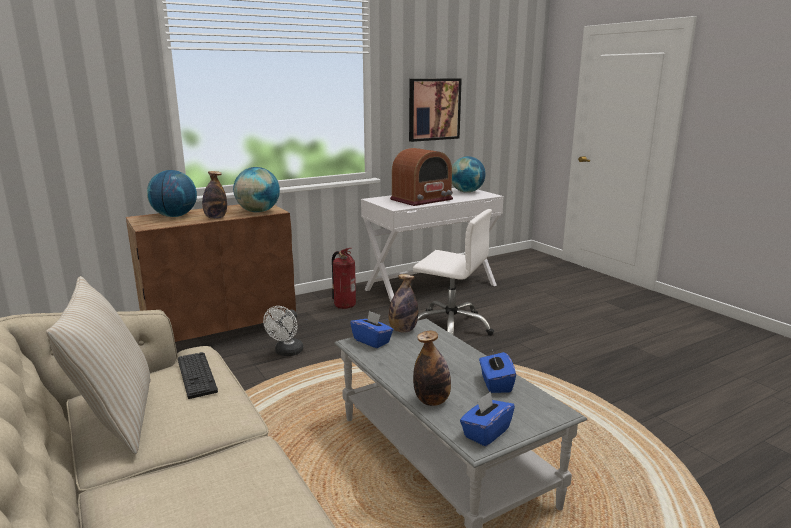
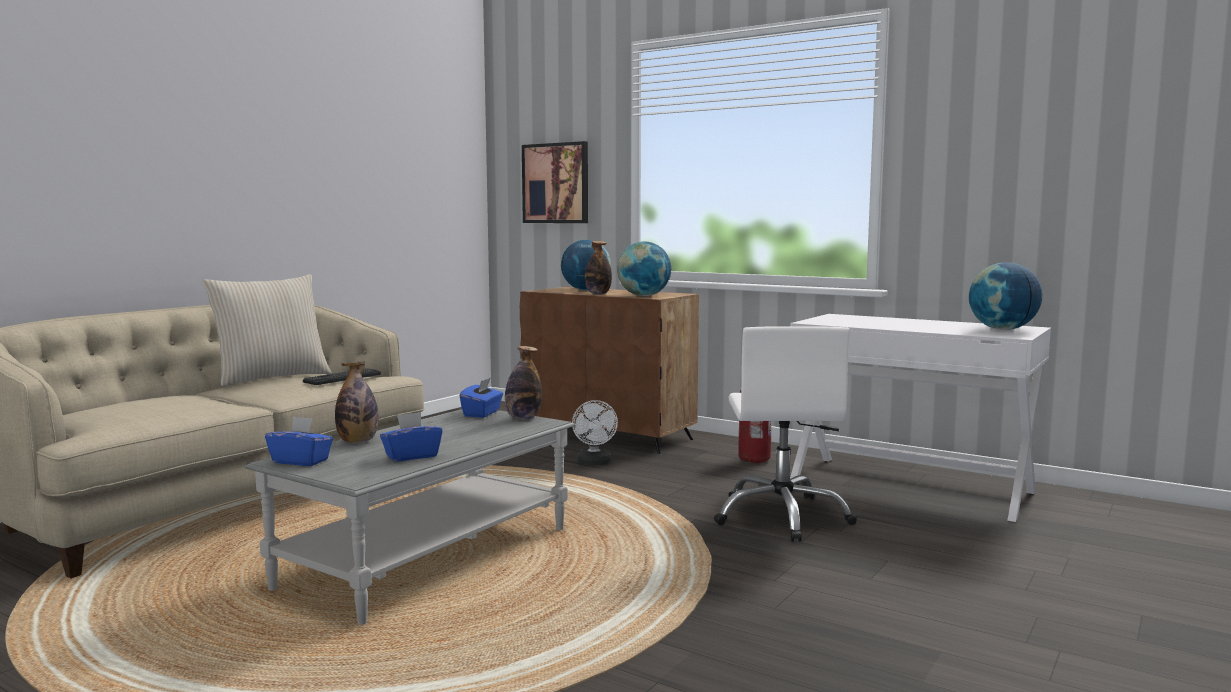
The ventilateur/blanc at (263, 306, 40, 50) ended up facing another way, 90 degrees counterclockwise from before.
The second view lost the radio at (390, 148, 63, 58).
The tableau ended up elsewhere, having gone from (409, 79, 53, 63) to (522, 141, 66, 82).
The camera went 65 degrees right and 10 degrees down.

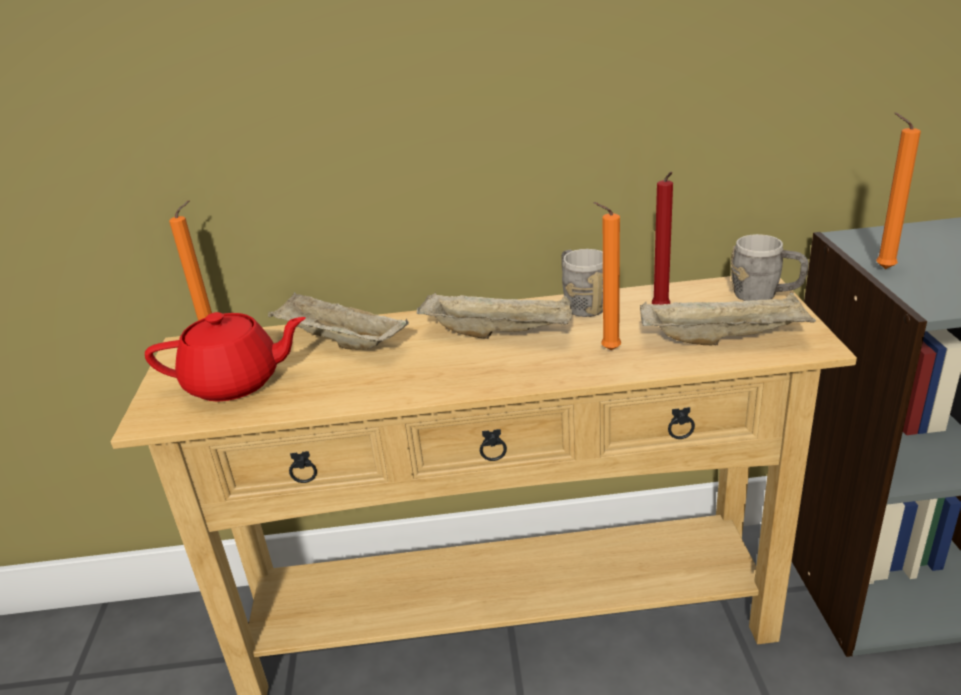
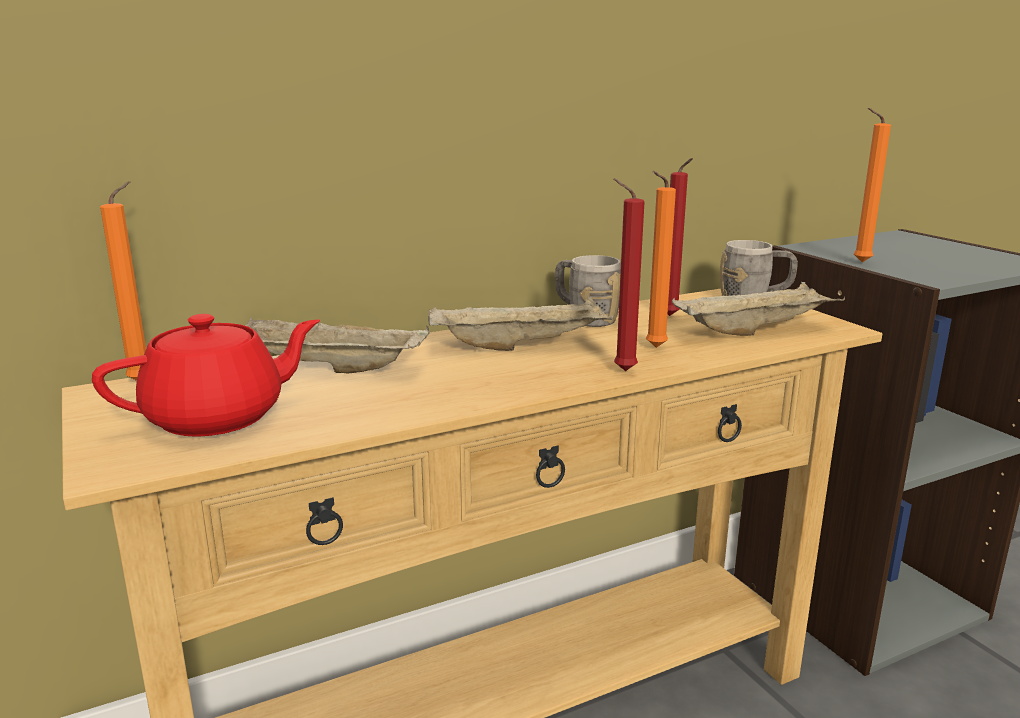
The second view gained the bougie/rouge at (614, 179, 31, 192).
The camera went 25 degrees left and 10 degrees down.

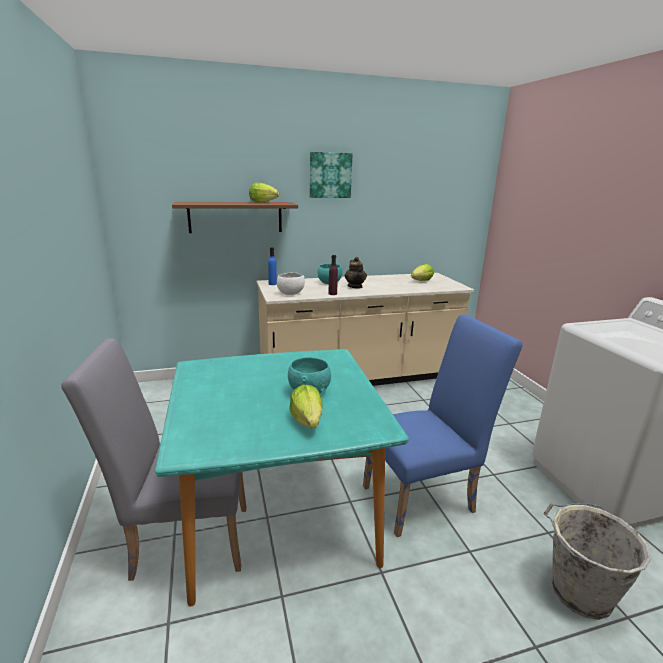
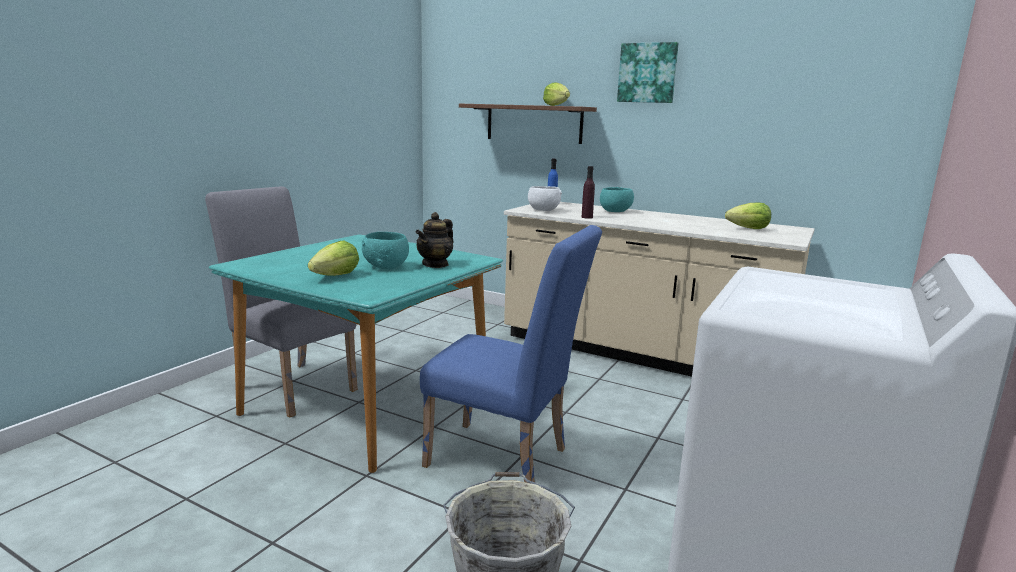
The théière ended up elsewhere, having gone from (345, 257, 22, 32) to (415, 212, 39, 56).
The camera went 45 degrees right and 5 degrees down.

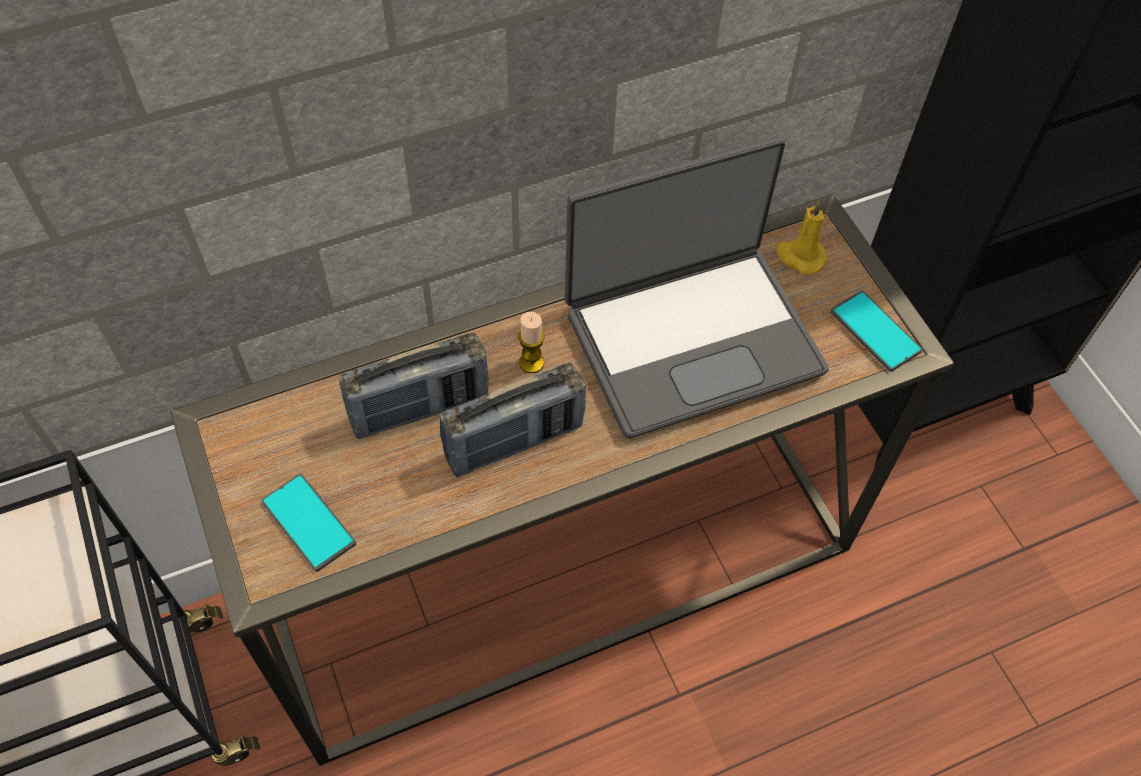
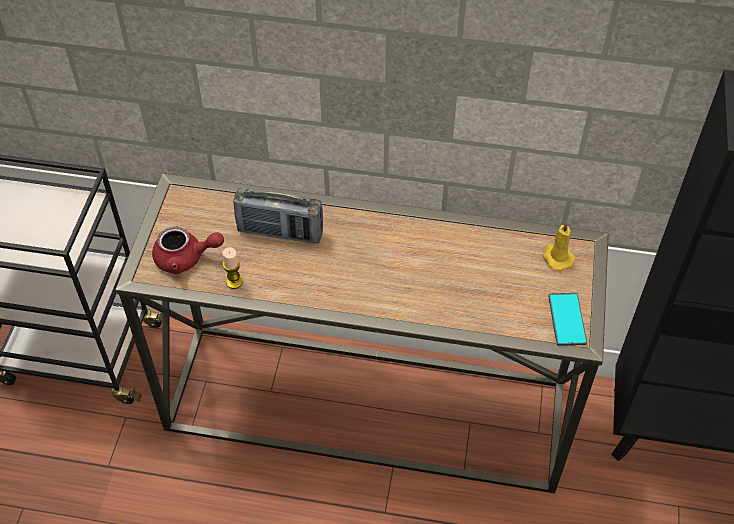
Where the téléphone stood at (261, 474, 95, 98), the théière/rouge came to stand at (152, 226, 72, 48).
The second view lost the radio at (440, 363, 146, 114).
The bougie ended up elsewhere, having gone from (518, 312, 27, 61) to (223, 247, 20, 42).
The second view lost the ordinateur portable at (564, 137, 265, 301).
The camera went 35 degrees right and 5 degrees down.

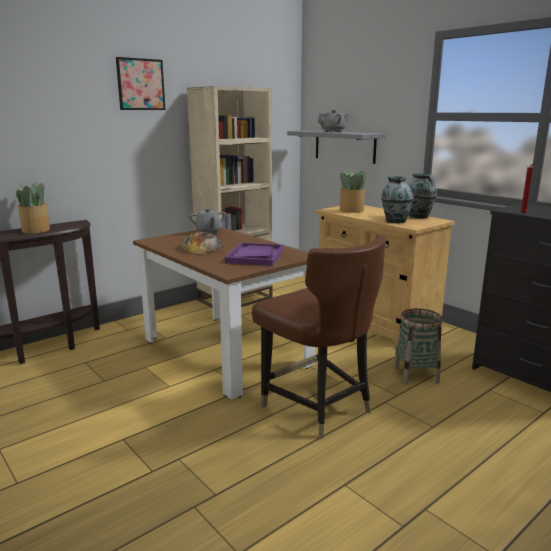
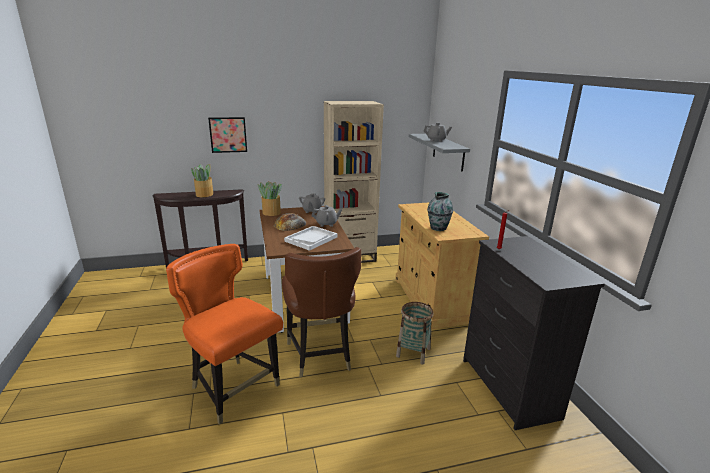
The tableau ended up elsewhere, having gone from (116, 57, 49, 53) to (208, 117, 39, 36).
What was the plateau/violet at (225, 242, 59, 24) turned into the plateau/blanc at (284, 226, 54, 25).
The plante en pot ended up elsewhere, having gone from (339, 170, 28, 43) to (257, 181, 25, 35).
The second view lost the vase at (409, 174, 28, 44).
The second view gained the chaise/orange at (166, 244, 117, 181).
The second view gained the théière/gris at (312, 205, 30, 22).
The camera went 25 degrees right and 5 degrees up.

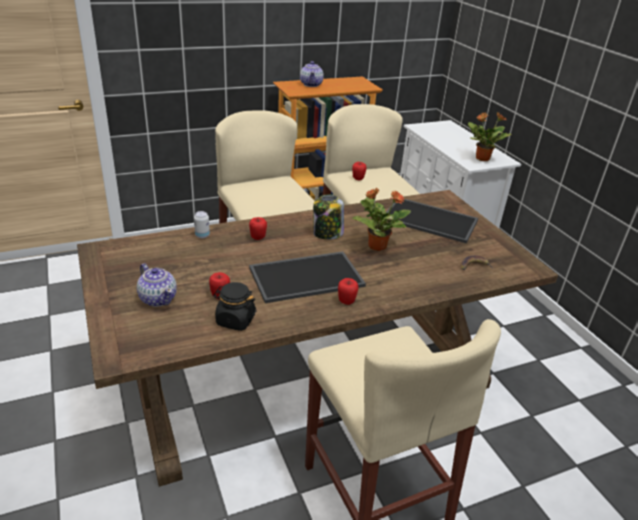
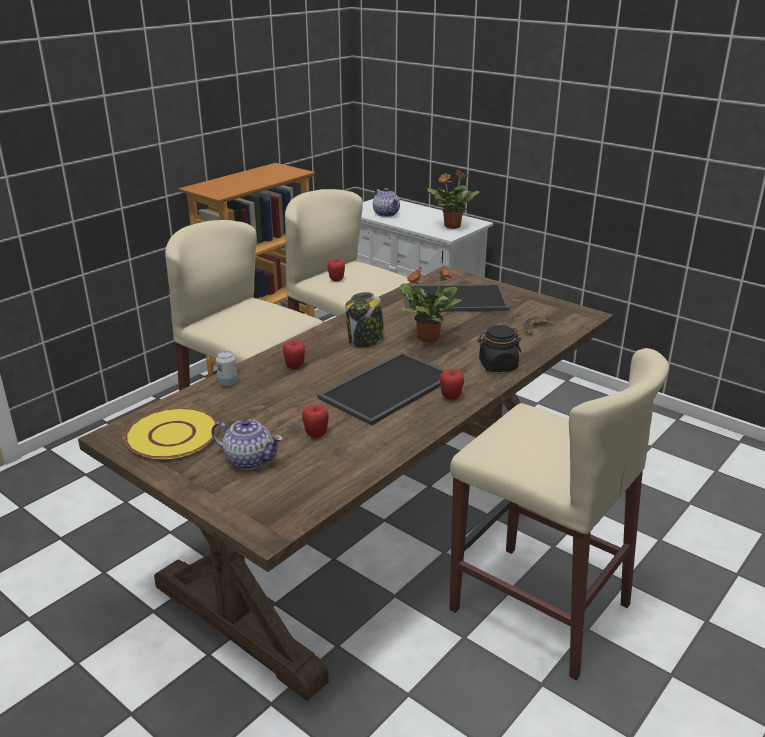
The bocal/noir ended up elsewhere, having gone from (213, 282, 43, 49) to (478, 325, 43, 47).
The théière ended up elsewhere, having gone from (300, 61, 24, 26) to (373, 188, 27, 29).
The second view gained the assiette/jaune at (125, 408, 93, 51).
The camera went 25 degrees left and 5 degrees down.

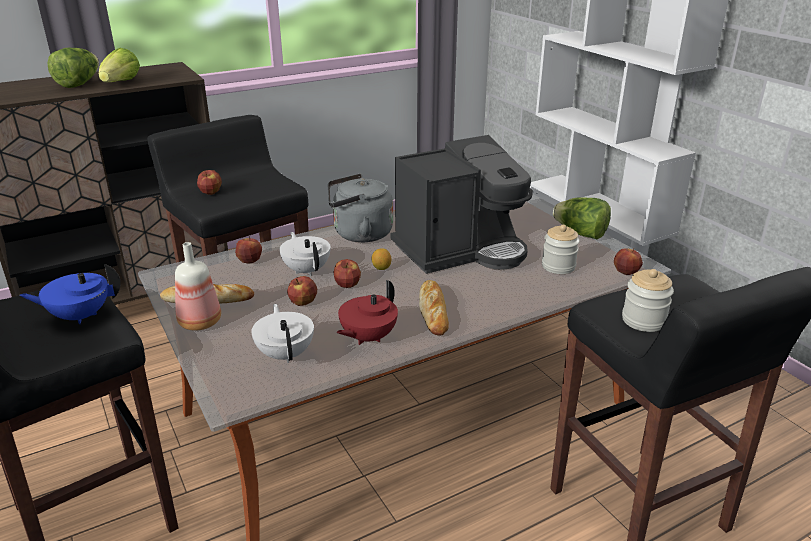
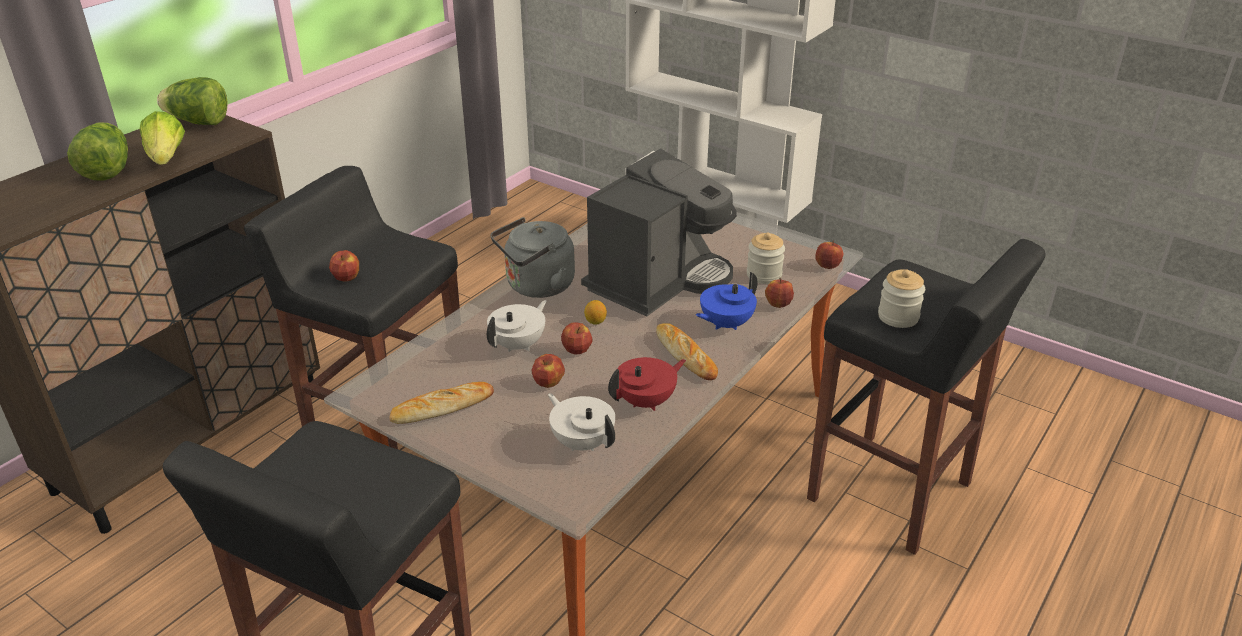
The théière/bleu ended up elsewhere, having gone from (19, 264, 102, 60) to (696, 272, 62, 58).
The second view lost the bouteille at (175, 242, 46, 89).
The pomme ended up elsewhere, having gone from (235, 236, 27, 27) to (765, 278, 29, 30).
The théière/blanc at (279, 232, 52, 44) ended up facing another way, 90 degrees clockwise from before.
The théière/rouge at (337, 280, 61, 65) ended up facing another way, 135 degrees counterclockwise from before.
The laitue ended up elsewhere, having gone from (553, 197, 58, 42) to (157, 77, 71, 48).
The camera went 25 degrees left and 5 degrees up.

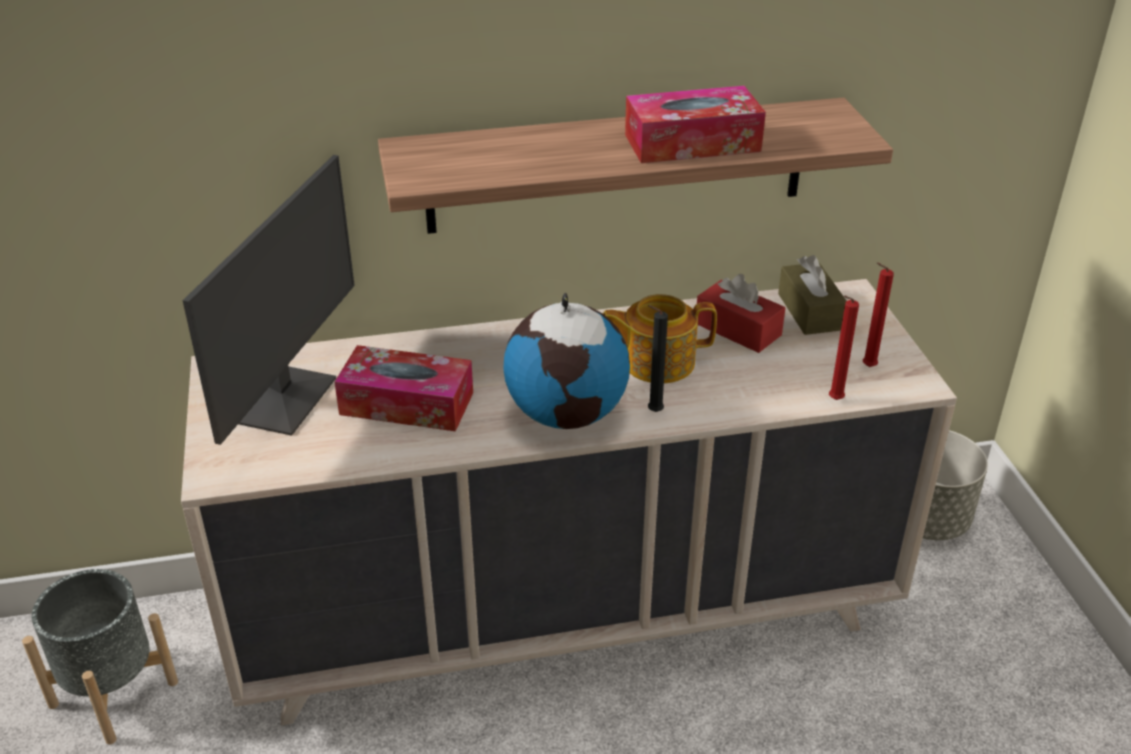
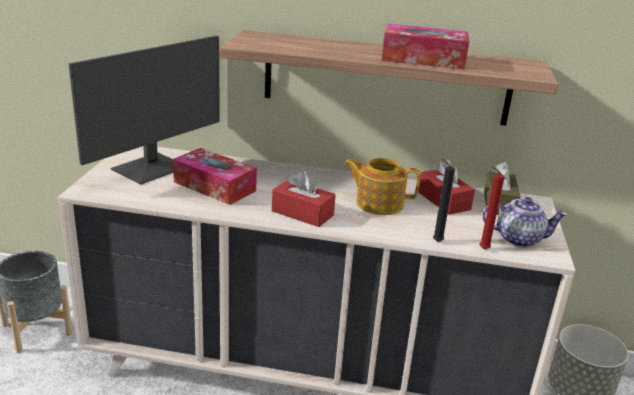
Where the globe stood at (503, 293, 127, 136), the boîte à mouchoirs/rouge came to stand at (272, 171, 64, 56).
The bougie/noir ended up elsewhere, having gone from (648, 305, 20, 107) to (433, 159, 22, 83).
Where the bougie/rouge stood at (863, 263, 31, 104), the théière came to stand at (482, 197, 86, 50).
The camera went 20 degrees right and 10 degrees down.

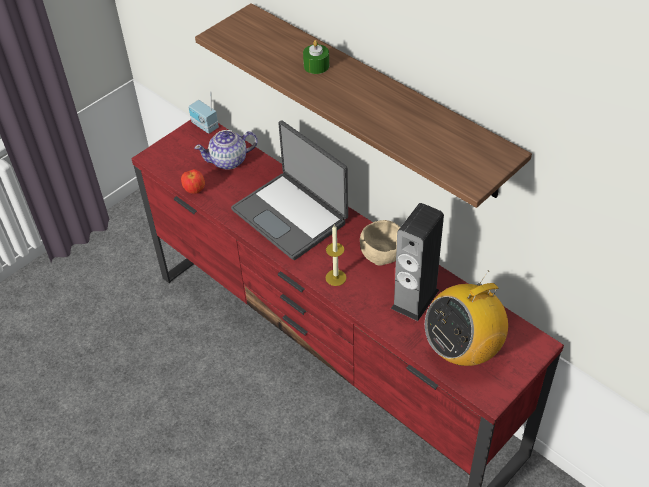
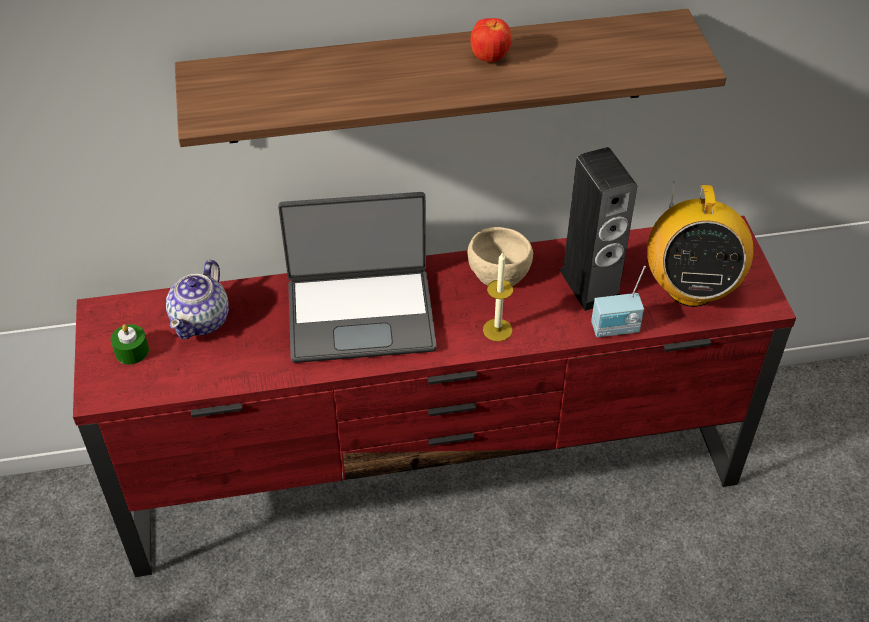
The pomme ended up elsewhere, having gone from (181, 169, 24, 25) to (470, 18, 42, 45).
The radio ended up elsewhere, having gone from (189, 91, 30, 43) to (591, 266, 55, 71).
The bougie/vert ended up elsewhere, having gone from (303, 40, 26, 34) to (111, 324, 38, 40).
The camera went 55 degrees left and 0 degrees up.

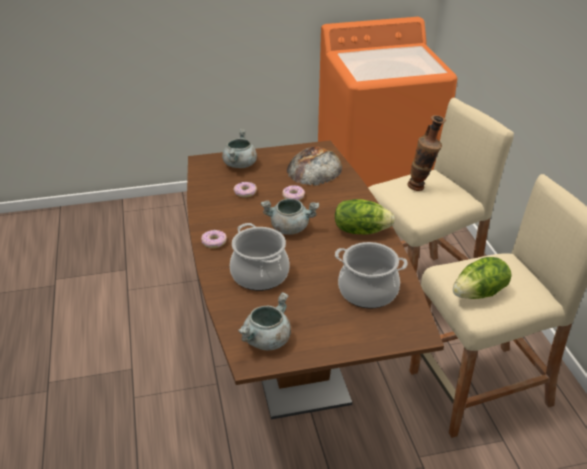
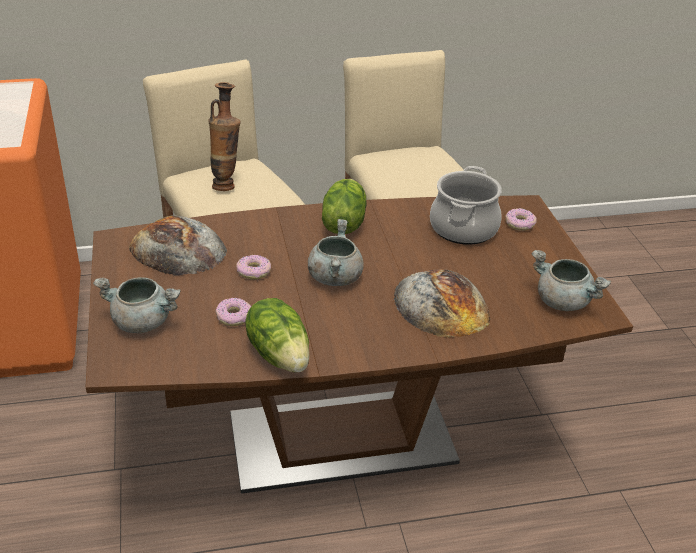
The beignet ended up elsewhere, having gone from (201, 230, 26, 18) to (505, 208, 32, 23).
Where the marmite stood at (230, 223, 59, 68), the pain came to stand at (394, 269, 96, 69).
The laitue ended up elsewhere, having gone from (453, 257, 59, 42) to (245, 298, 65, 74).
The camera went 90 degrees left and 0 degrees up.

